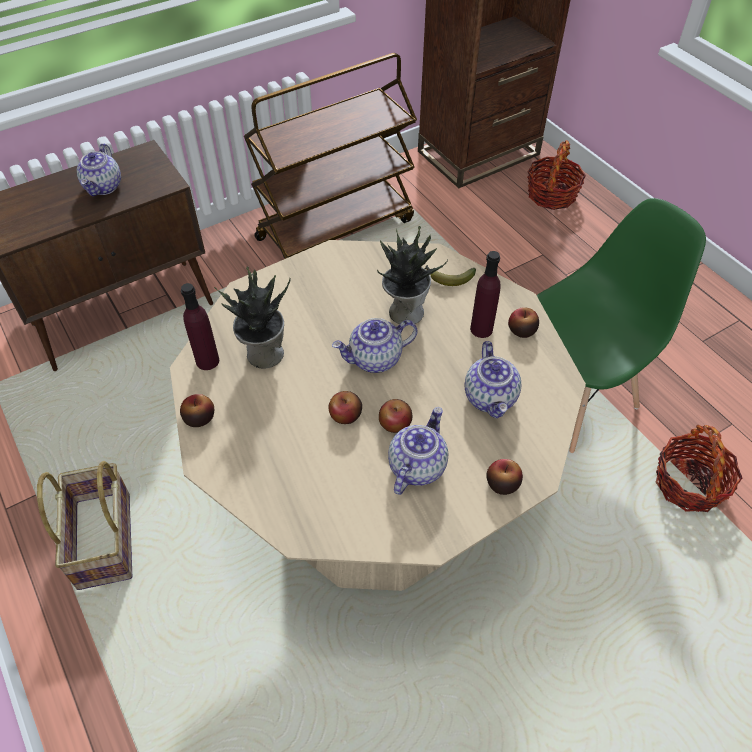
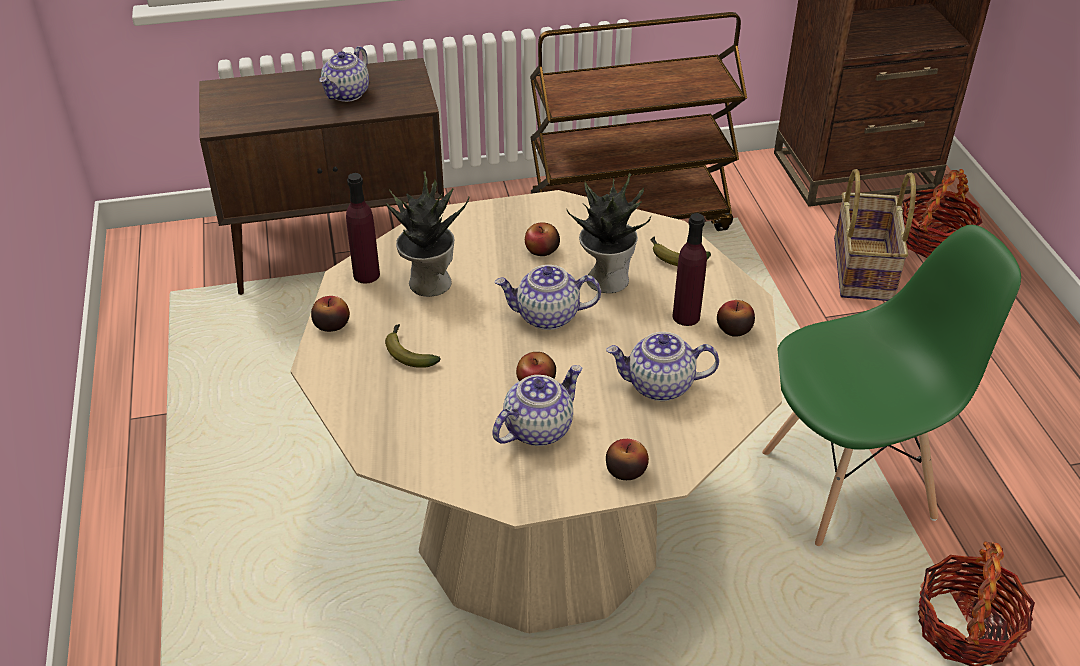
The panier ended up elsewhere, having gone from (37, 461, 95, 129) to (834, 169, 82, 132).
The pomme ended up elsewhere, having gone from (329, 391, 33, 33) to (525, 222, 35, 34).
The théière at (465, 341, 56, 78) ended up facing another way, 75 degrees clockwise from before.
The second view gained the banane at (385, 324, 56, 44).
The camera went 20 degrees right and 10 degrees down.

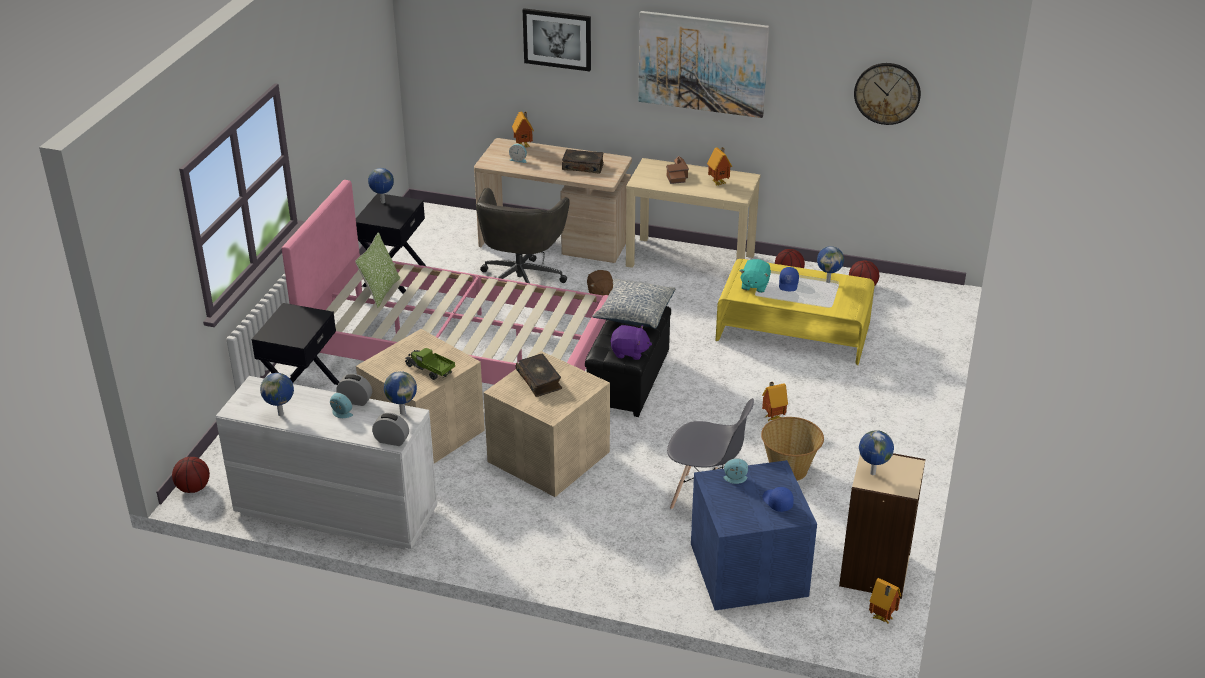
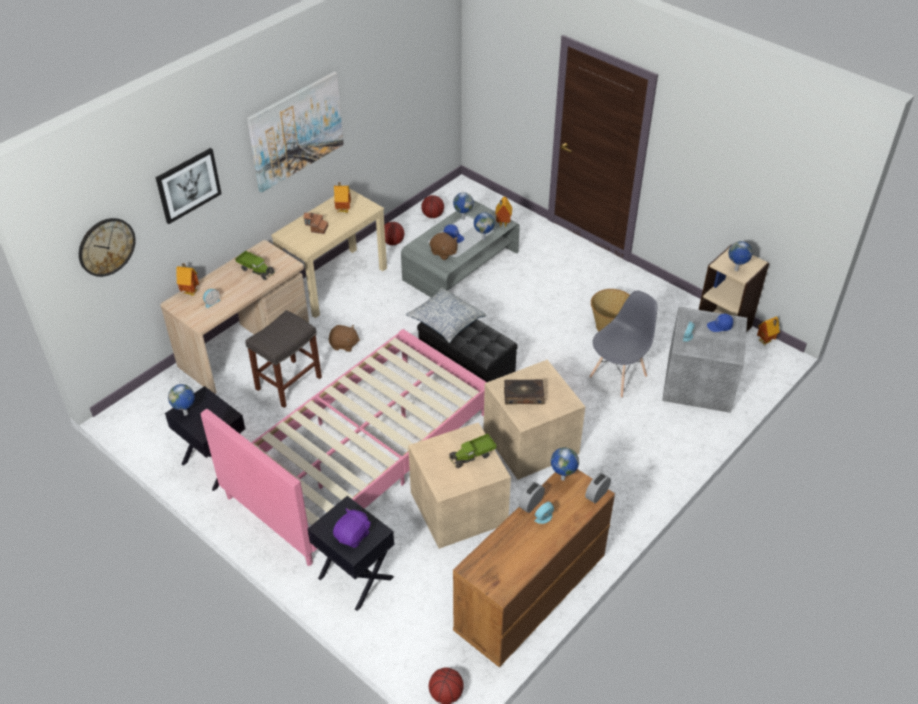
What was the commode/blanc at (216, 376, 221, 174) turned into the commode/marron at (453, 469, 162, 198).
The globe ended up elsewhere, having gone from (260, 373, 34, 43) to (474, 212, 21, 28).
The second view lost the coussin at (355, 232, 45, 77).
Where the chaise de bureau/gris stood at (475, 188, 95, 95), the tabouret/gris came to stand at (245, 310, 77, 98).
Where the livre stood at (562, 149, 42, 25), the camion jouet came to stand at (235, 251, 40, 29).
The peluche/violet ended up elsewhere, having gone from (610, 325, 42, 35) to (333, 508, 38, 40).
What was the boîte de rangement/bleu at (691, 460, 126, 150) turned into the boîte de rangement/gris at (662, 307, 85, 106).
What was the table basse/jaune at (716, 259, 159, 106) turned into the table basse/gris at (401, 200, 119, 97).
What was the peluche/turquoise at (740, 259, 31, 34) turned into the peluche/marron at (430, 232, 28, 28).
The maison miniature ended up elsewhere, having gone from (762, 382, 26, 40) to (495, 197, 17, 30).
The horloge murale ended up elsewhere, having gone from (854, 63, 67, 62) to (79, 218, 57, 59).
The camera went 65 degrees left and 10 degrees up.

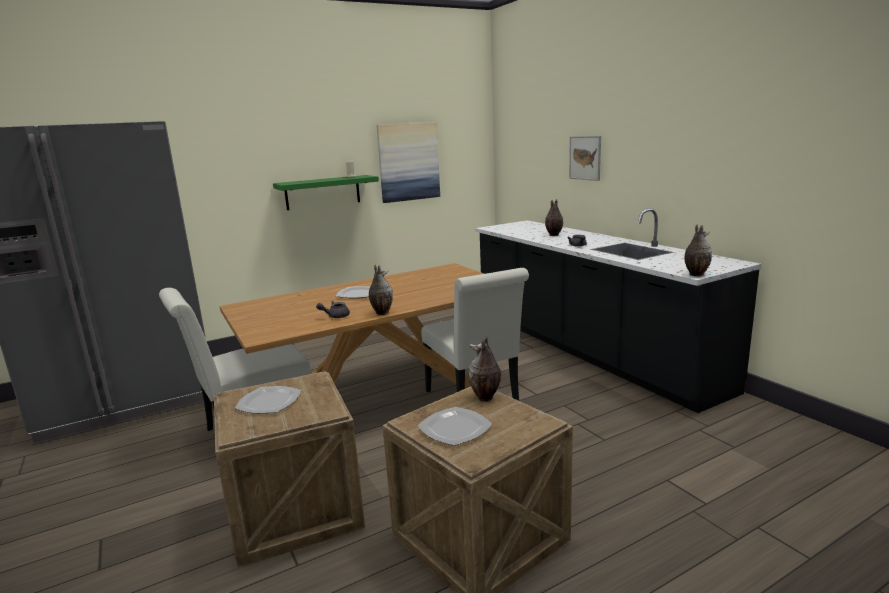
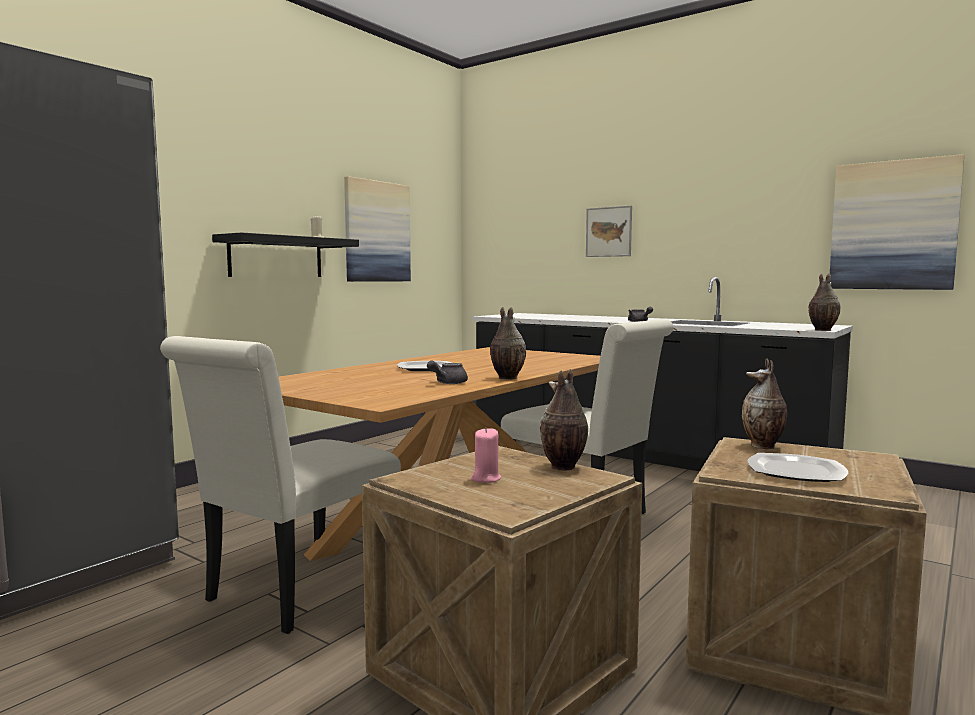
Where the assiette stood at (235, 386, 66, 27), the bougie/rose came to stand at (471, 427, 30, 56).
What was the étagère/vert at (273, 175, 106, 35) turned into the étagère/noir at (212, 232, 147, 45).
The vase ended up elsewhere, having gone from (545, 199, 18, 37) to (540, 369, 48, 102).
The second view gained the tableau at (830, 154, 135, 136).
The camera went 25 degrees left and 10 degrees down.

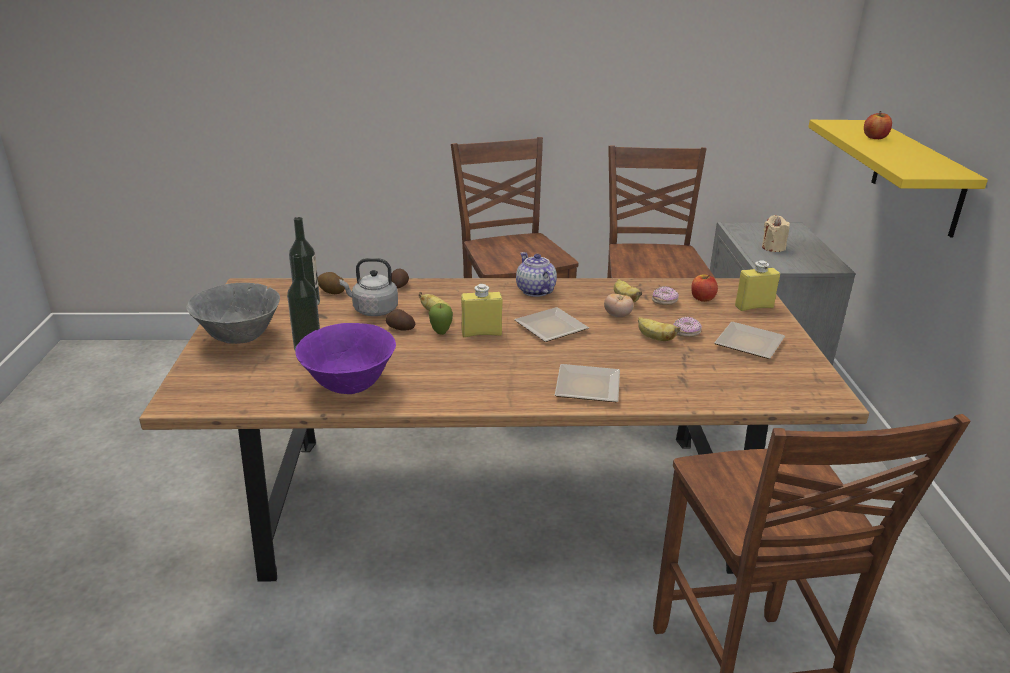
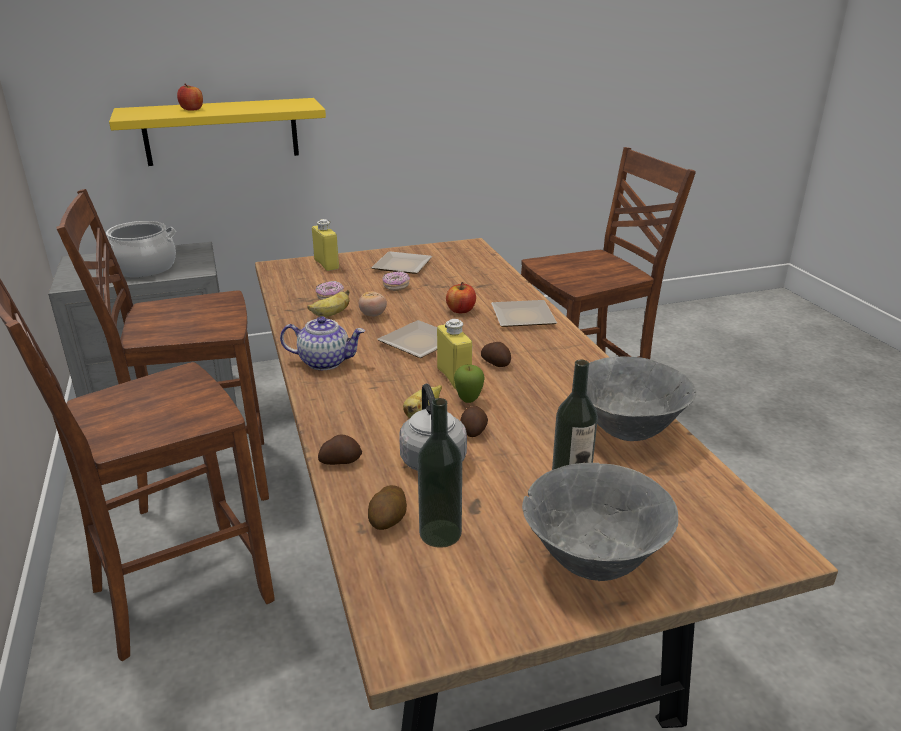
What was the bol/violet at (295, 323, 101, 71) turned into the bol/gris at (587, 356, 109, 85).
The théière at (516, 252, 41, 45) ended up facing another way, 135 degrees counterclockwise from before.
The second view lost the banane at (638, 317, 42, 24).
The pomme ended up elsewhere, having gone from (691, 274, 27, 28) to (446, 282, 30, 31).
Where the bougie/beige stood at (762, 215, 28, 37), the marmite came to stand at (106, 221, 70, 56).
The second view gained the pomme de terre at (481, 342, 30, 25).
The camera went 105 degrees left and 0 degrees up.

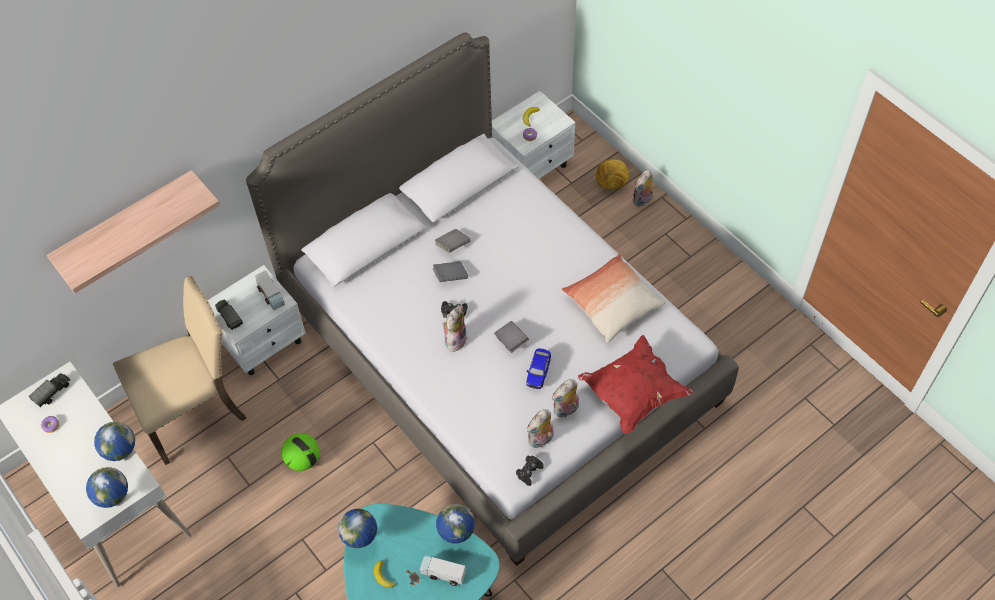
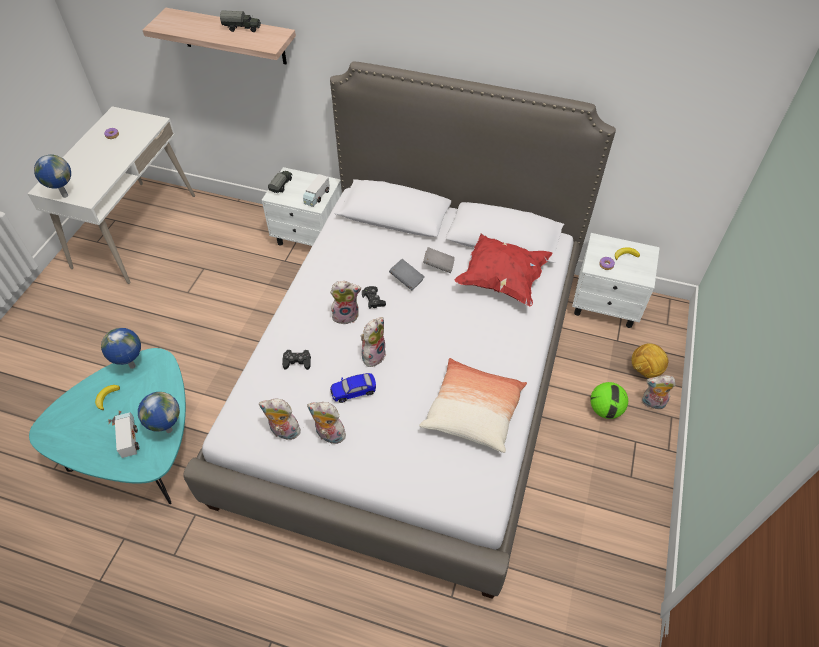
The camion jouet ended up elsewhere, having gone from (29, 373, 41, 34) to (220, 10, 41, 22).
The second view lost the globe at (94, 422, 41, 39).
The second view lost the chaise/beige at (113, 276, 134, 189).
The ballon de foot ended up elsewhere, having gone from (281, 433, 39, 38) to (590, 382, 38, 37).
Where the livre/gris stood at (494, 321, 35, 32), the peluche came to stand at (361, 317, 25, 50).
The manette/noir ended up elsewhere, having gone from (516, 455, 28, 31) to (282, 350, 29, 20).
The coussin/rouge ended up elsewhere, having gone from (578, 335, 115, 99) to (455, 233, 97, 74).
The camera went 55 degrees right and 5 degrees down.

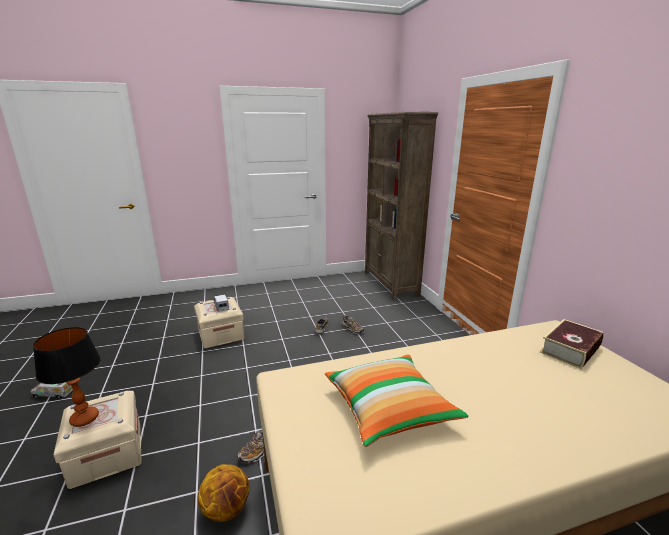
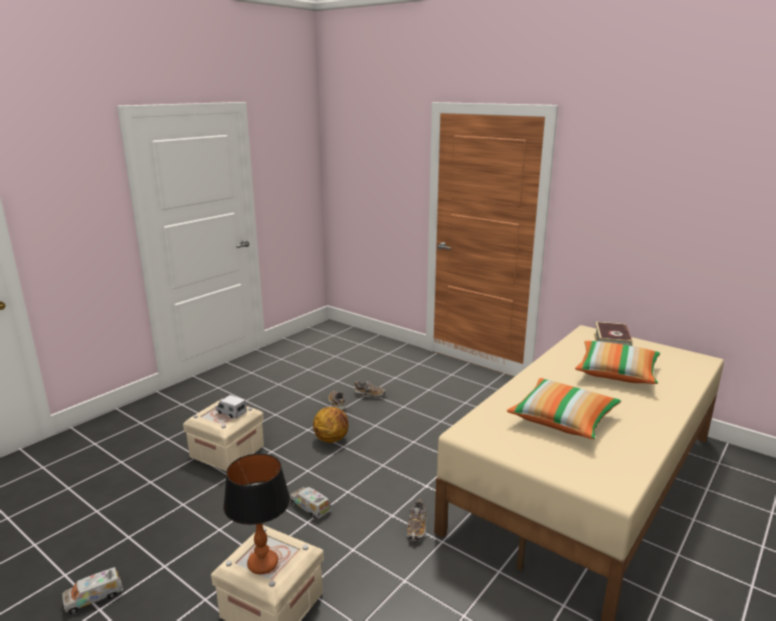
The ballon de basket ended up elsewhere, having gone from (198, 464, 52, 58) to (313, 407, 36, 36).
The second view lost the bibliothèque/marron at (365, 112, 73, 188).
The second view gained the camion jouet at (290, 487, 41, 32).
The second view gained the coussin at (575, 341, 85, 43).
The camera went 35 degrees left and 0 degrees up.

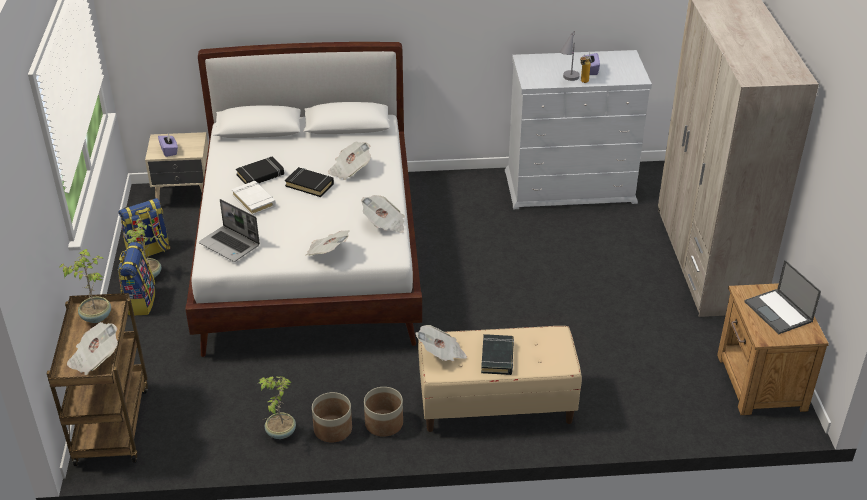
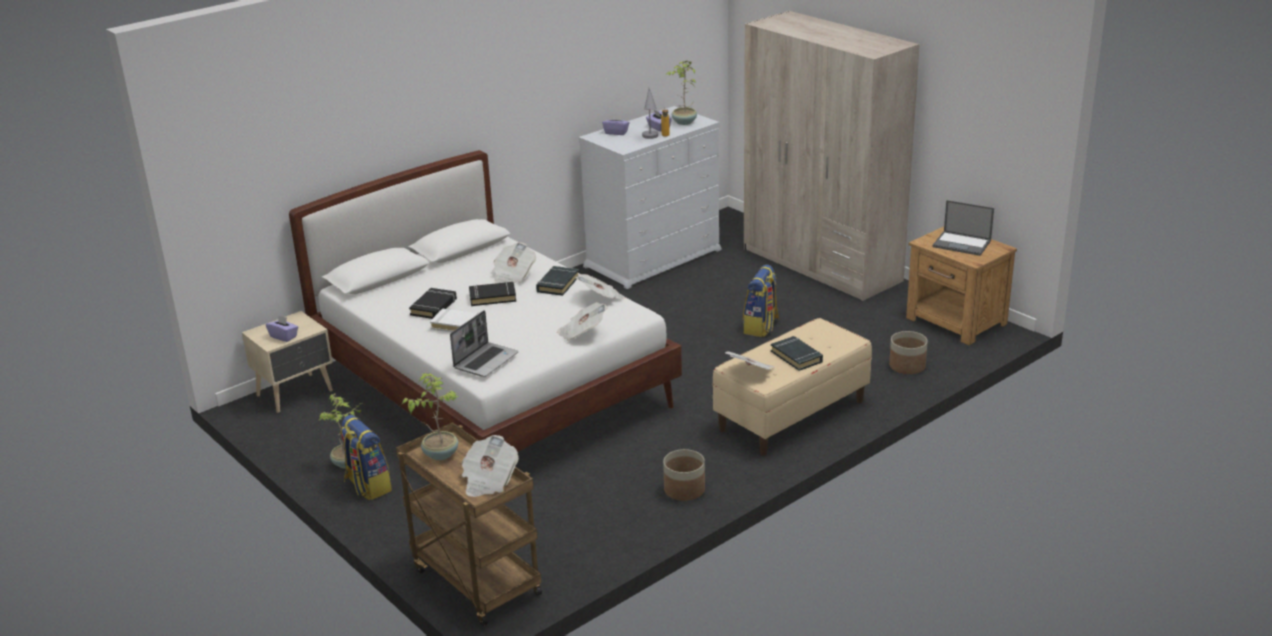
The sac à dos ended up elsewhere, having gone from (118, 198, 52, 59) to (743, 265, 37, 72).
The ordinateur portable at (199, 199, 61, 63) ended up facing another way, 60 degrees counterclockwise from before.
The plante en pot ended up elsewhere, having gone from (259, 377, 37, 62) to (665, 60, 32, 65).
The cache-pot ended up elsewhere, having gone from (364, 387, 39, 50) to (889, 331, 39, 43).
The second view gained the livre/noir at (536, 266, 43, 30).
The second view gained the boîte à mouchoirs/violet at (602, 114, 28, 21).
The camera went 35 degrees left and 10 degrees down.

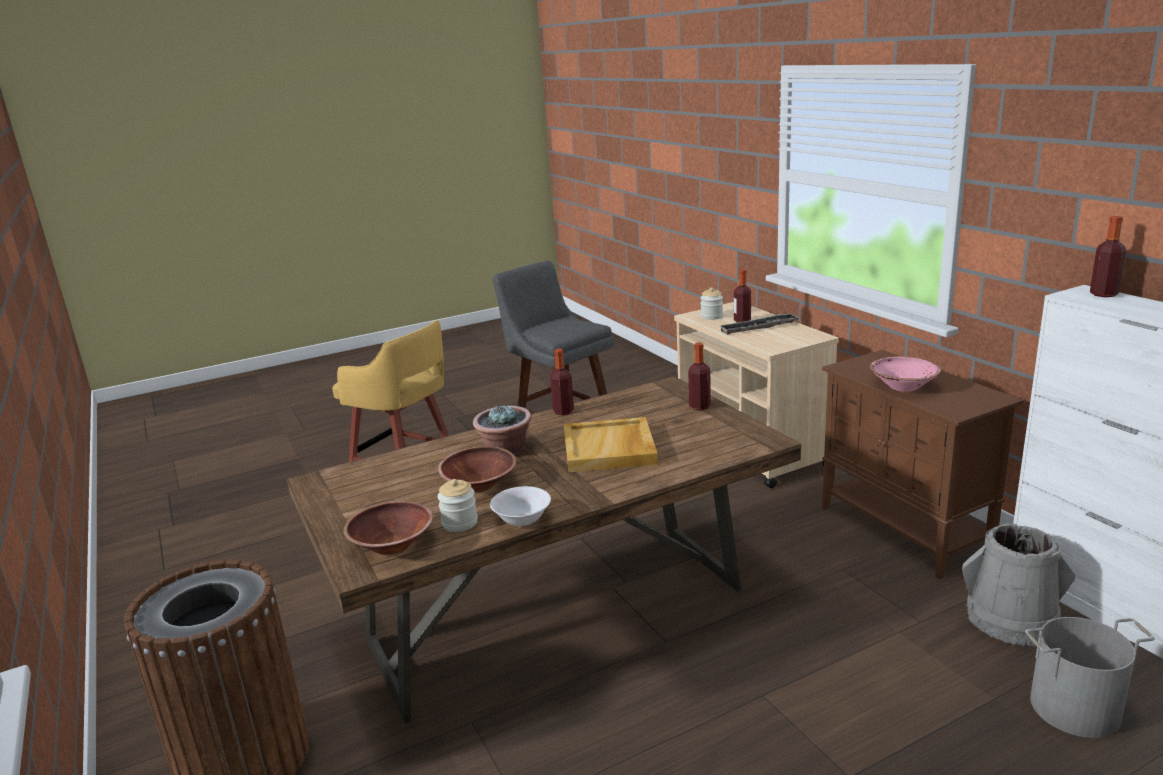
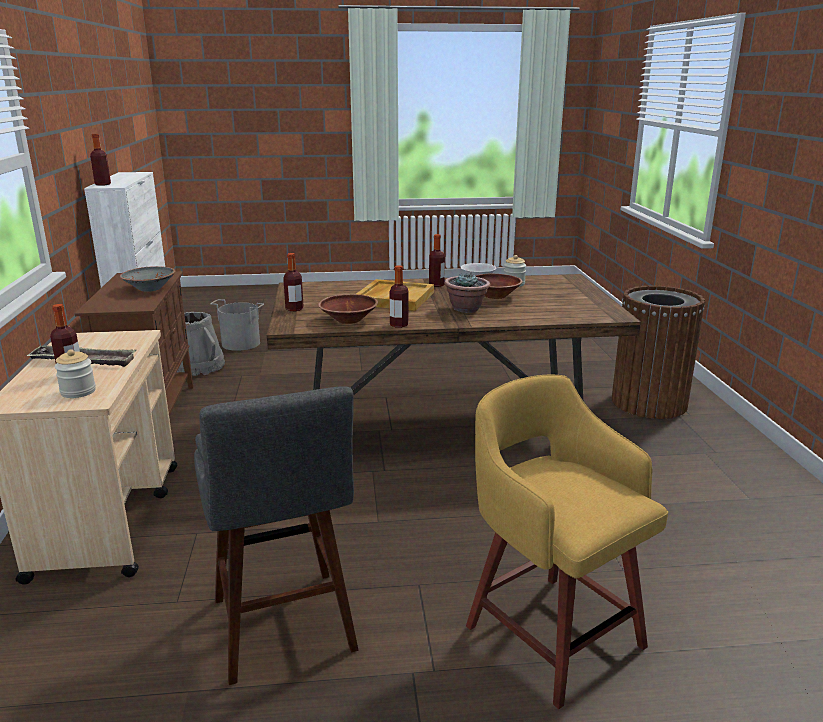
The bol/marron ended up elsewhere, having gone from (344, 501, 89, 54) to (318, 294, 60, 30).
What was the bol/rose at (870, 356, 71, 36) turned into the bol/gris at (120, 266, 55, 26).
The second view gained the bouteille at (429, 234, 16, 53).
The camera went 160 degrees left and 0 degrees up.

